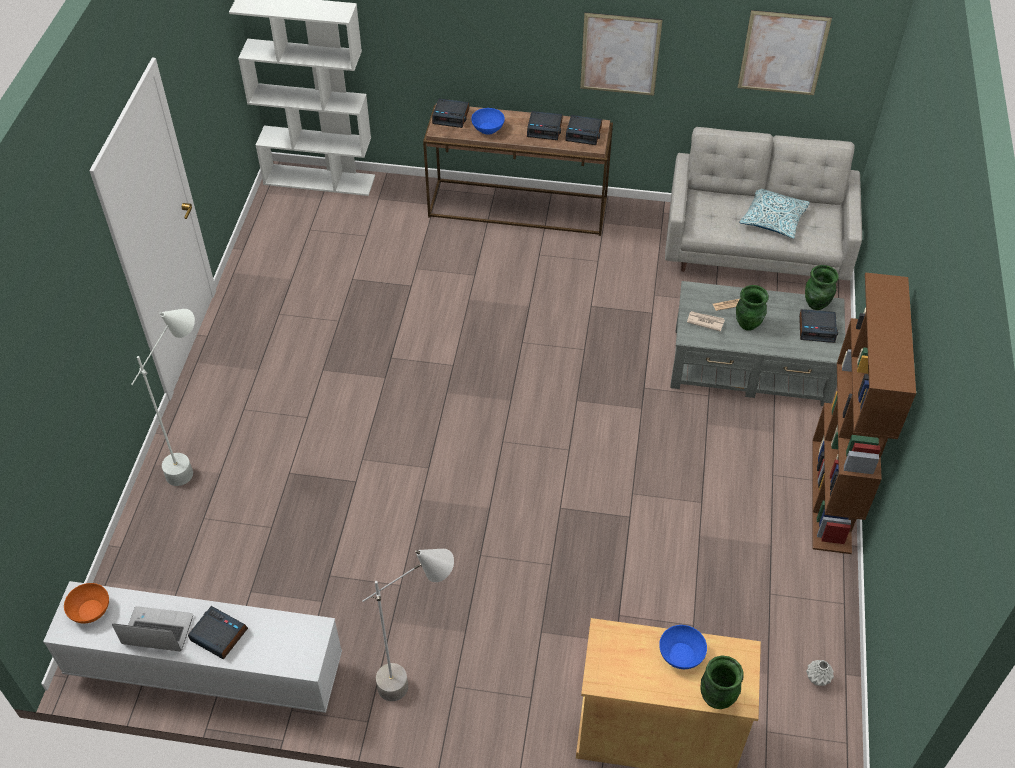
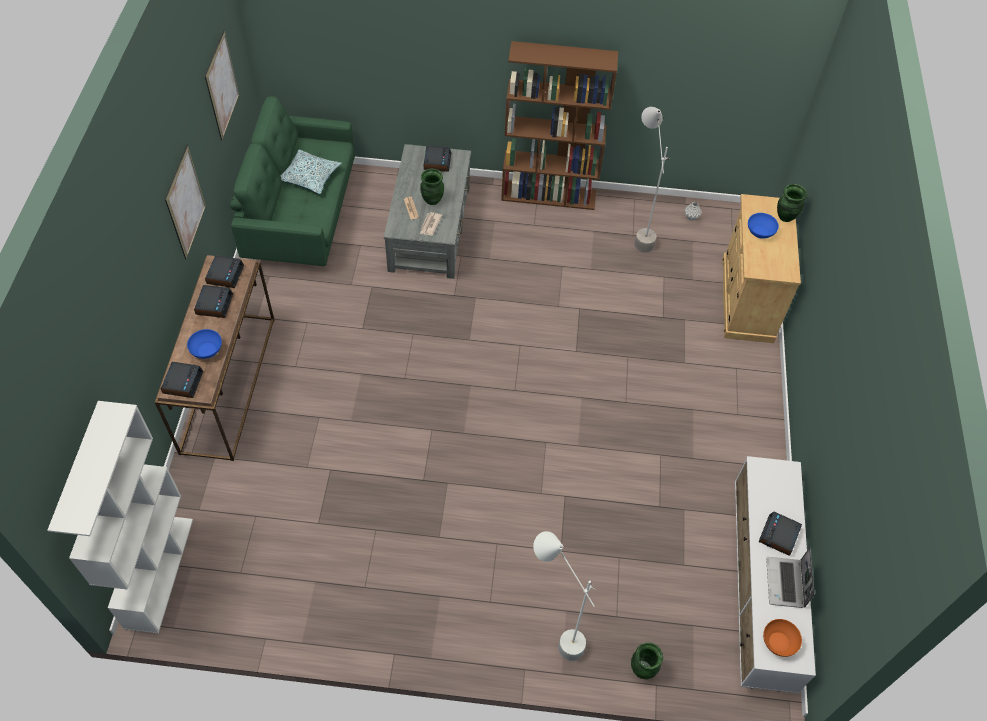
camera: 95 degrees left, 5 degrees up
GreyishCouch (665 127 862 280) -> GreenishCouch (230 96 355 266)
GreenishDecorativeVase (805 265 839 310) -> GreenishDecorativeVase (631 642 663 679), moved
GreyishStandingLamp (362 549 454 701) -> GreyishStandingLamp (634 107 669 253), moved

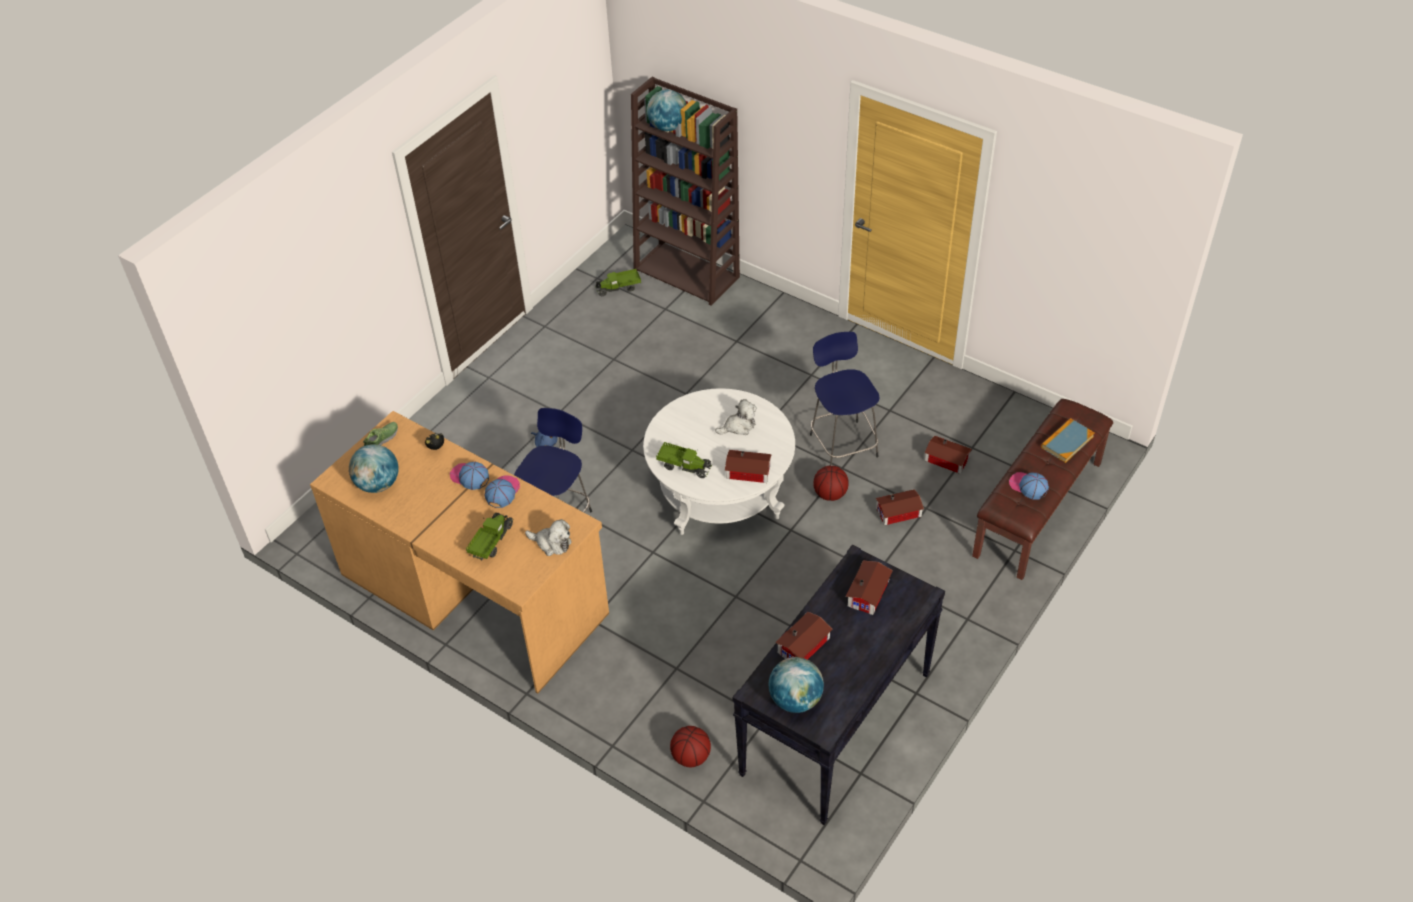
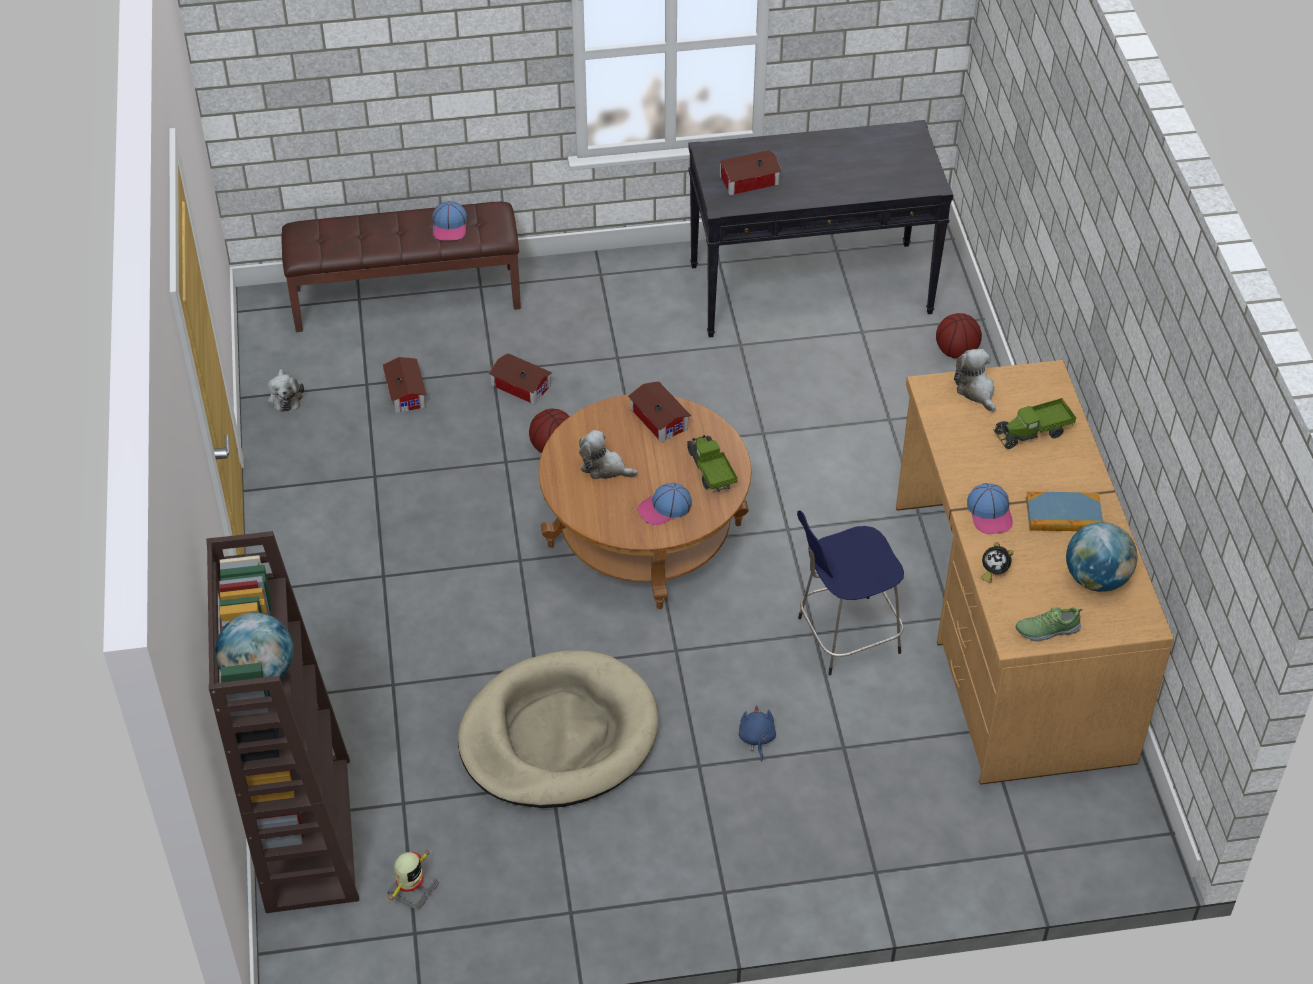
camera: 135 degrees left, 0 degrees up
ModelTruck (595 269 641 296) -> RobotFigure (386 850 439 910)
BluishSittingStool (810 332 880 466) -> none
WhiteColouredCoffeeTable (643 388 795 535) -> BrownColouredCoffeeTable (539 394 751 609)
Book (1041 418 1094 463) -> Book (1026 492 1103 531), moved
BaseballCap (485 475 520 508) -> BaseballCap (637 483 692 525), moved
ModelHouse (775 612 833 660) -> none
WorldGlobe (768 657 824 713) -> none
none -> PlushToy (267 369 304 412)
none -> BeigeColouredDogBed (458 650 658 808)

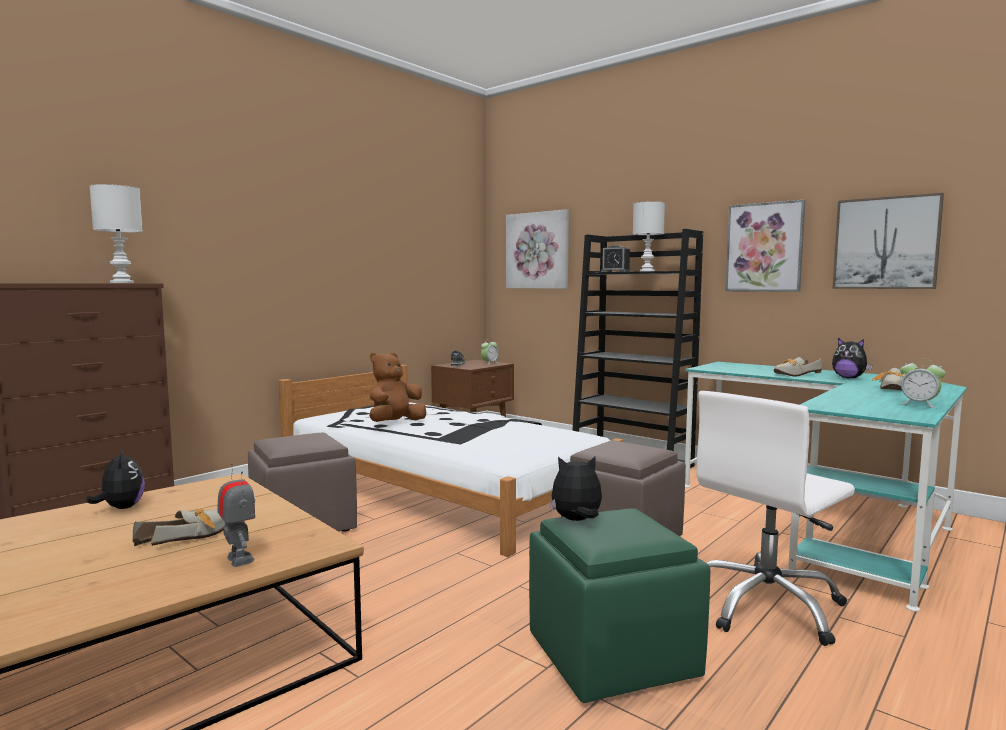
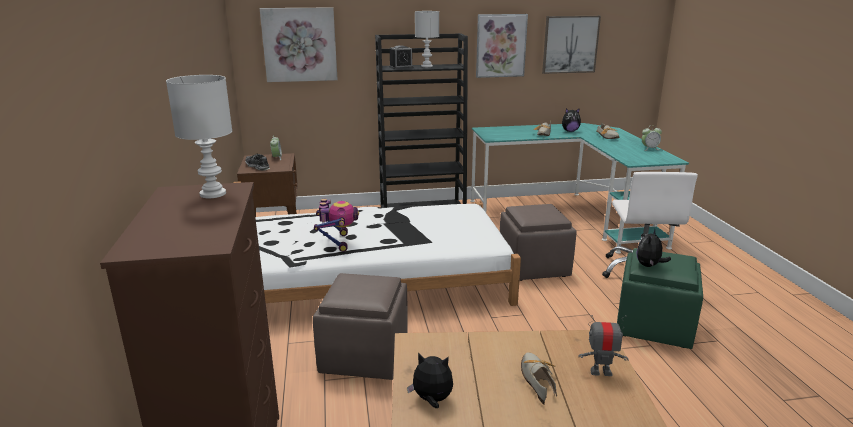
camera: 50 degrees left, 15 degrees up
BrownColouredPlushToy (369 352 426 422) -> RobotFigure (314 199 359 252)

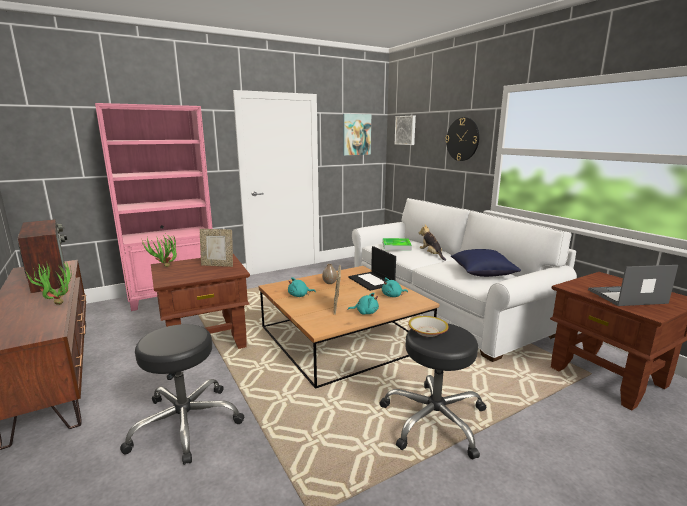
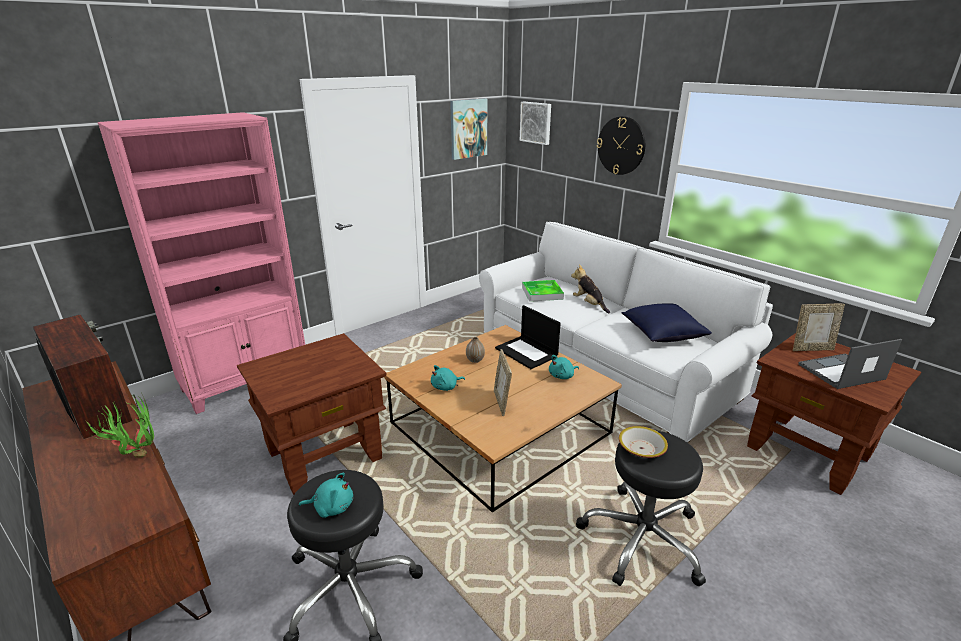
camera: 10 degrees left, 10 degrees up
PictureFrame (200 229 233 267) -> PictureFrame (793 304 845 351), moved
PlantInAPot (142 233 177 267) -> none
TurquoisePlushToy (348 293 379 314) -> TurquoisePlushToy (299 473 353 518), moved

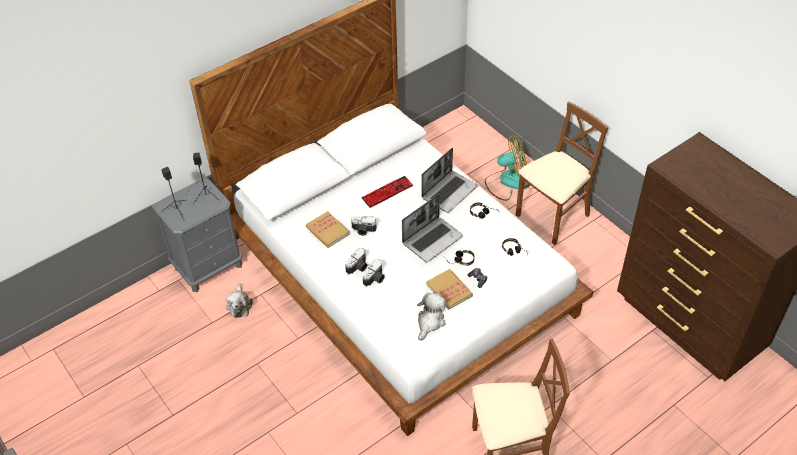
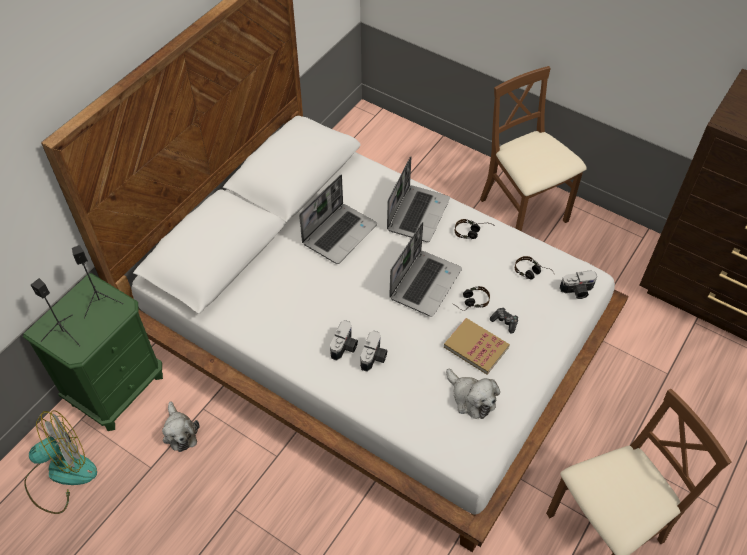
camera: 20 degrees left, 5 degrees up
BrownColouredChair (516 102 608 245) -> BrownColouredChair (480 66 587 232), 60 degrees counterclockwise
CoolingFan (485 135 529 201) -> CoolingFan (24 410 97 514), moved
ComputerKeyboard (361 176 413 208) -> Laptop (299 175 377 264)
GreyishBedsideTable (152 177 243 292) -> GreenishBedsideTable (23 273 163 431)
Book (306 211 350 248) -> none
PhotoCamera (351 216 377 236) -> PhotoCamera (560 270 597 299), moved
PlushToy (417 292 446 341) -> PlushToy (446 369 500 419), 135 degrees clockwise

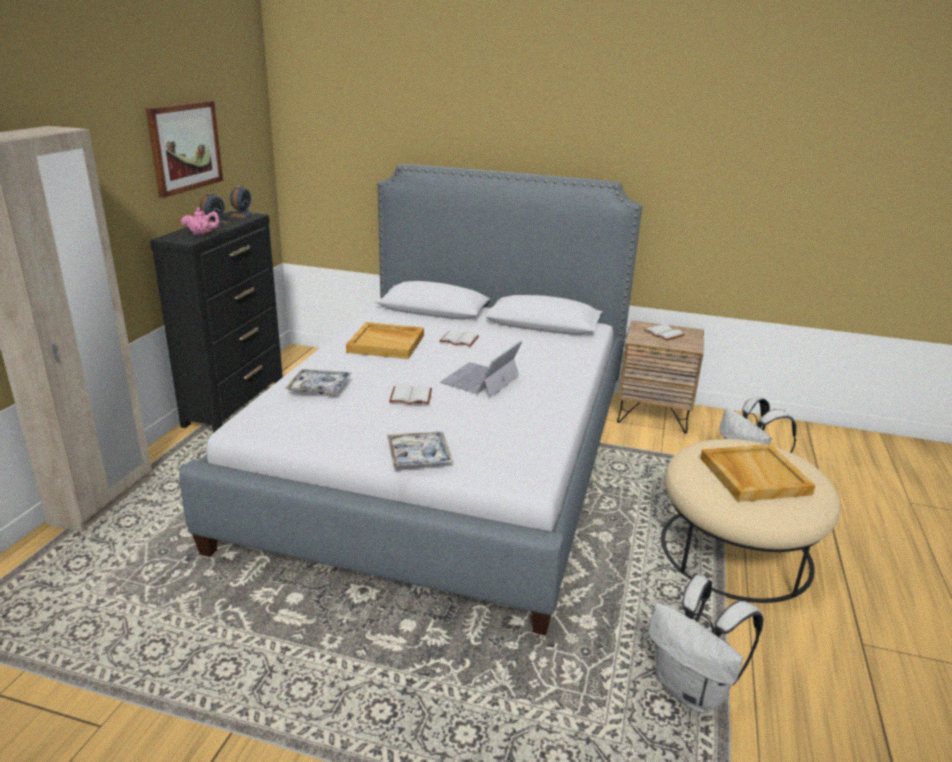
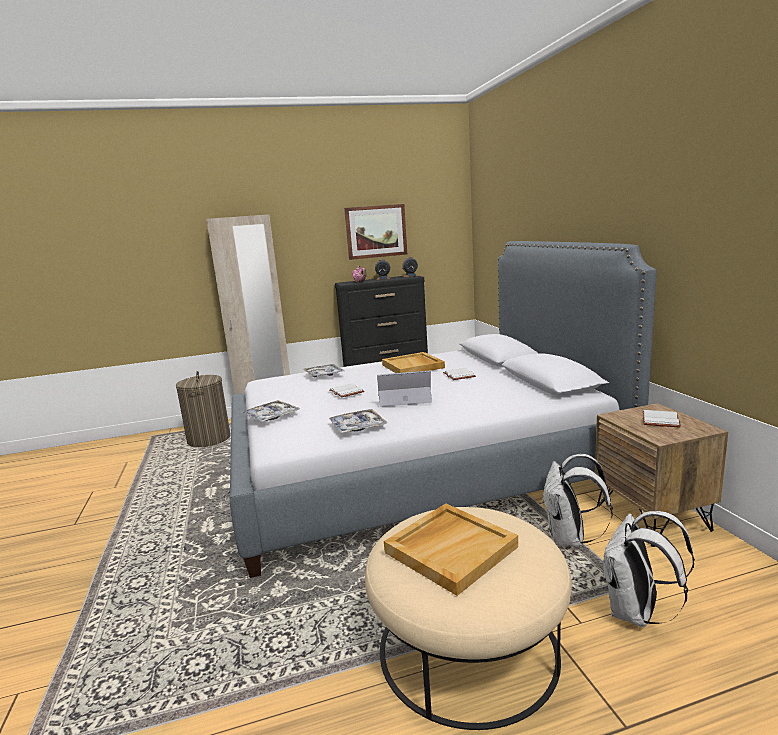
camera: 60 degrees right, 10 degrees down
WhiteColouredBackpack (649 575 763 714) -> WhiteColouredBackpack (542 454 613 548), moved
none -> WashingBasket (176 371 231 447)
none -> Tray (329 409 387 433)

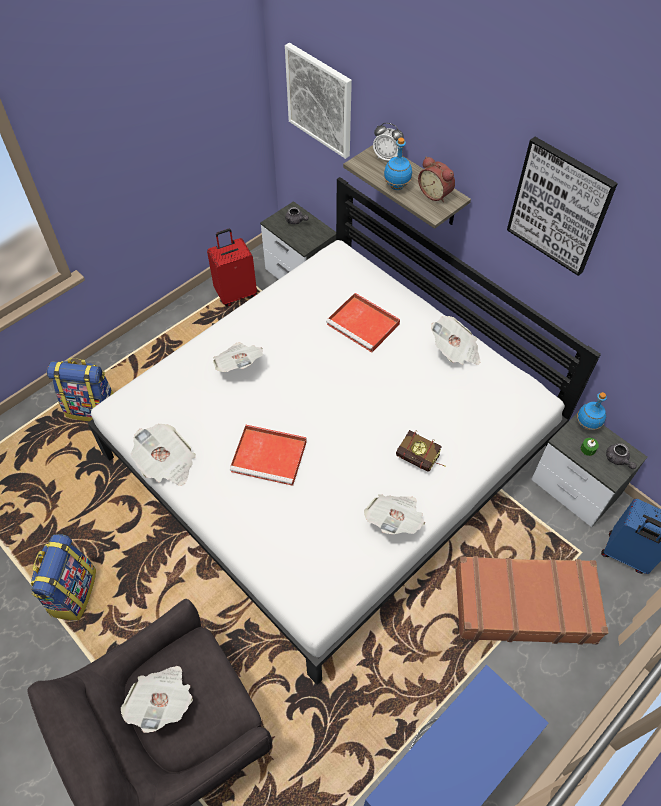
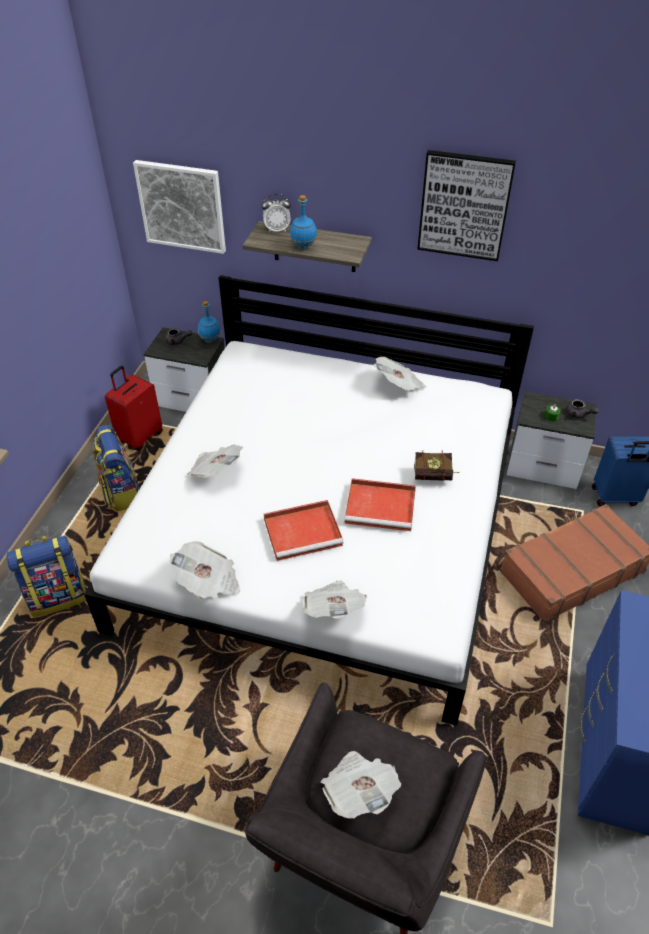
camera: 30 degrees left, 10 degrees down
BedsideClock (418 157 455 203) -> none
RedColouredTray (326 293 400 352) -> RedColouredTray (345 478 416 531), moved
BluishDrinkBottle (577 392 607 430) -> BluishDrinkBottle (198 301 221 343), moved
Newspaper (364 494 425 534) -> Newspaper (303 581 367 619), moved
Backpack (31 534 96 620) -> Backpack (93 425 140 512), moved

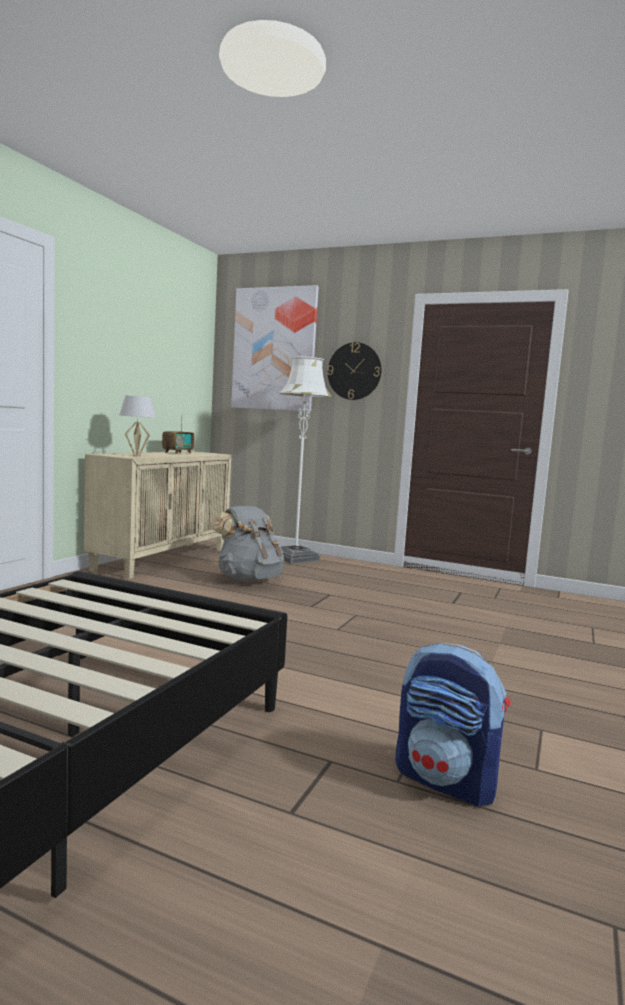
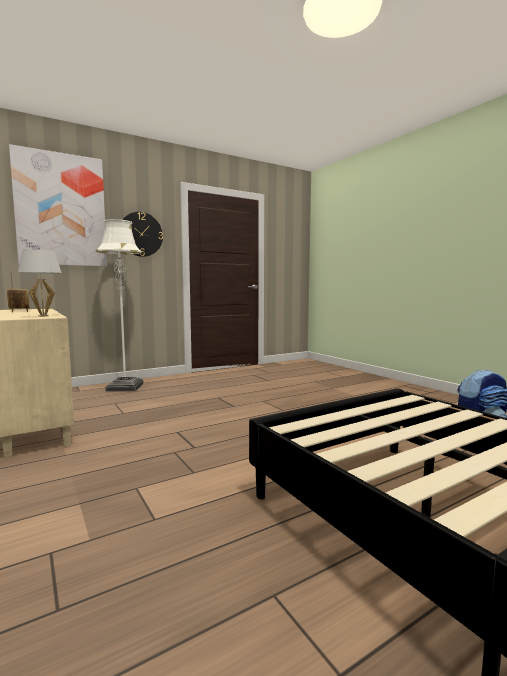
camera: 55 degrees left, 0 degrees up
GreyishBackpack (211 506 284 581) -> none

